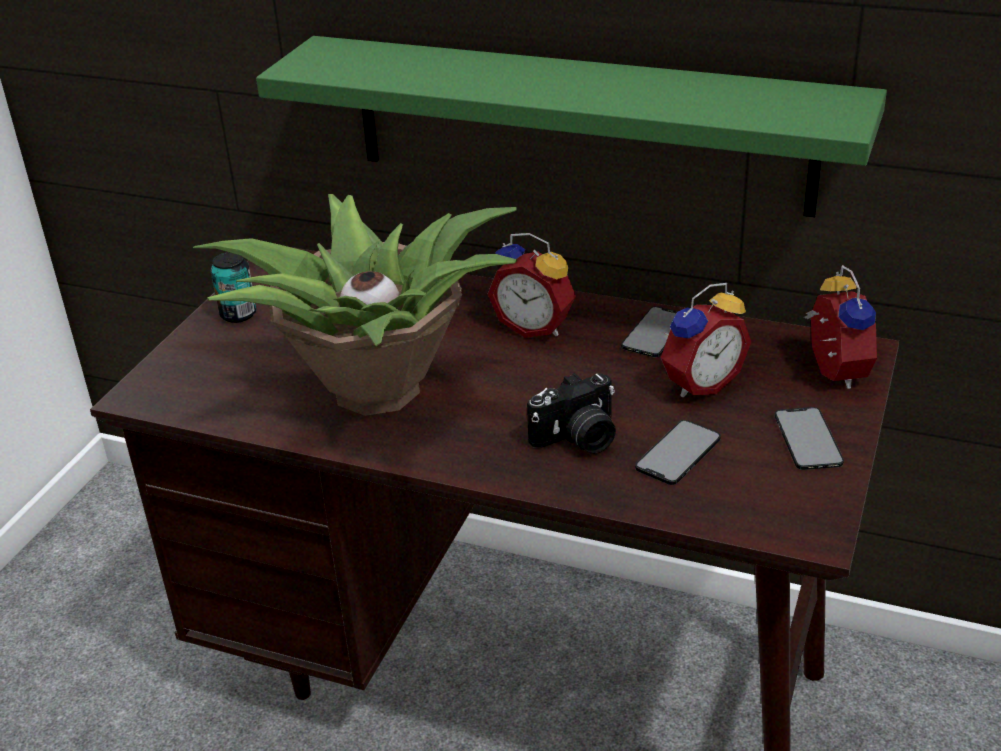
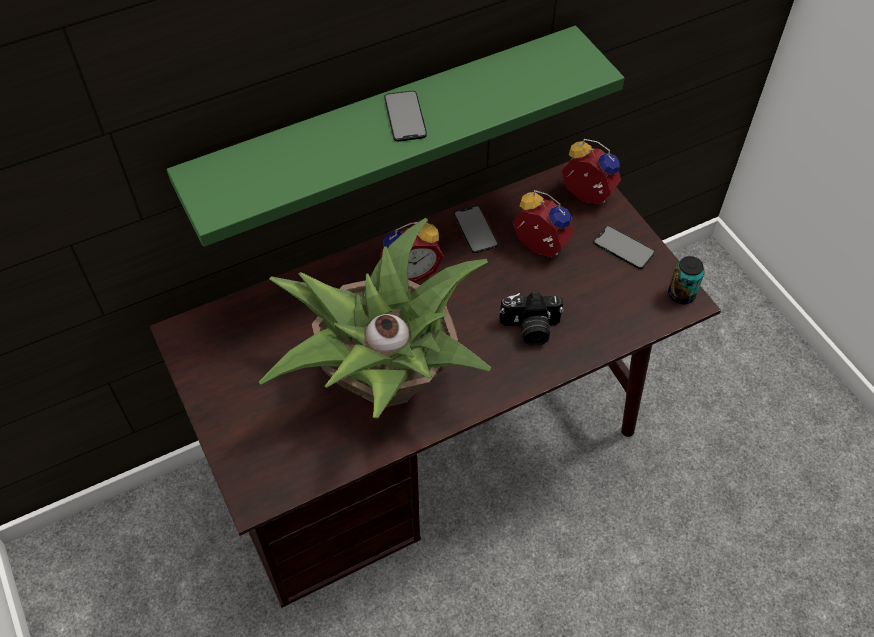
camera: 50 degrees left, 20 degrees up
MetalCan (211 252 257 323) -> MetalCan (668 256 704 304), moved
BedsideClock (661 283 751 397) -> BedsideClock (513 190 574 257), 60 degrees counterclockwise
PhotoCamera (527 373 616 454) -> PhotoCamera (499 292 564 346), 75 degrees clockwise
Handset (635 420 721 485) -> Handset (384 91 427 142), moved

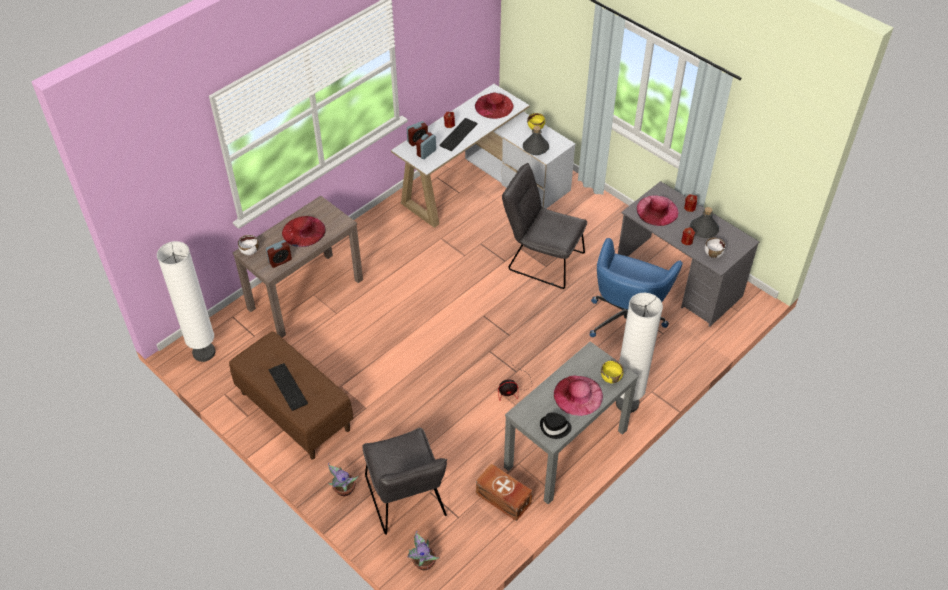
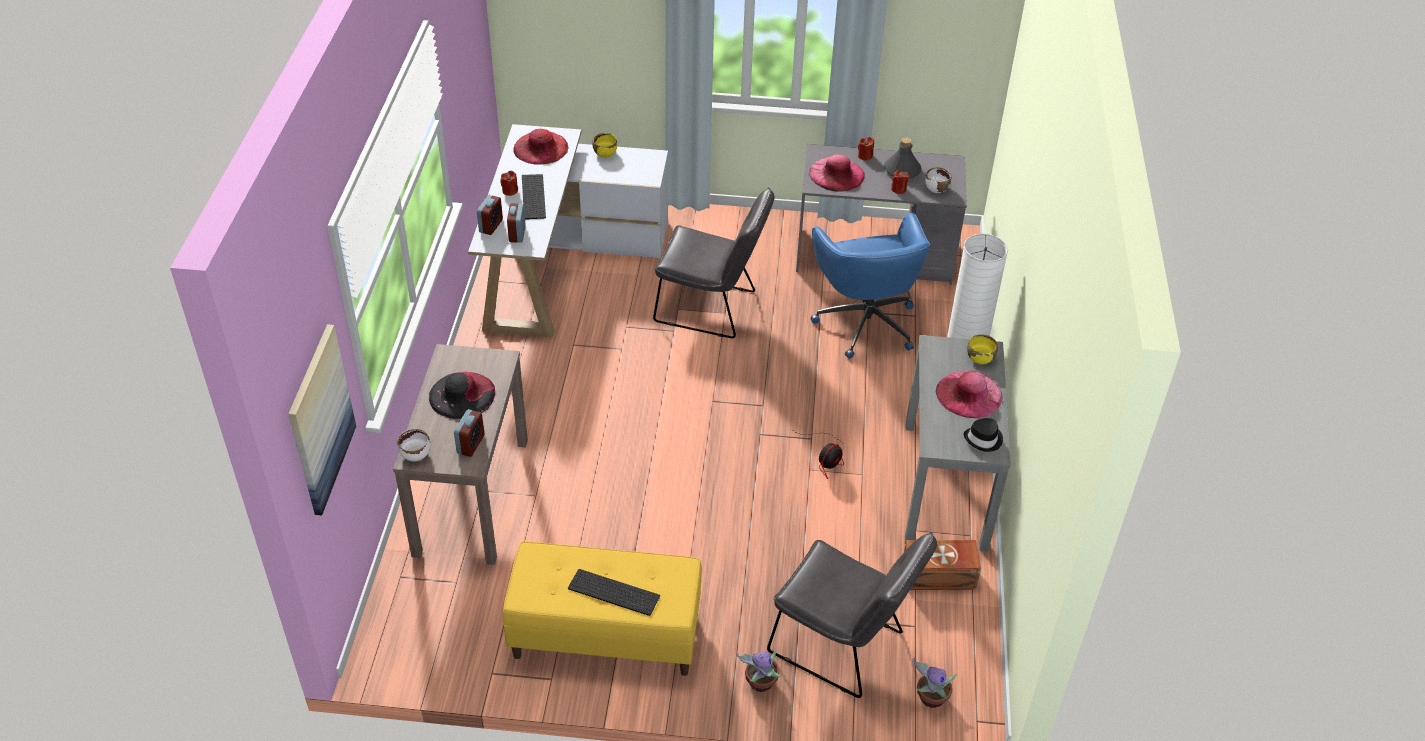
camera: 40 degrees left, 5 degrees down
GreyishDrinkBottle (523 126 549 155) -> none
GreyishChair (502 163 587 289) -> GreyishChair (653 188 774 338), 150 degrees counterclockwise
RedColouredWearableHat (282 216 326 247) -> BlackWearableHat (429 372 495 419)
WhiteColouredStandingLamp (157 241 215 362) -> none
BrownColouredLongSeat (229 331 353 460) -> YellowLongSeat (503 542 702 676)
none -> WallPicture (288 324 356 515)

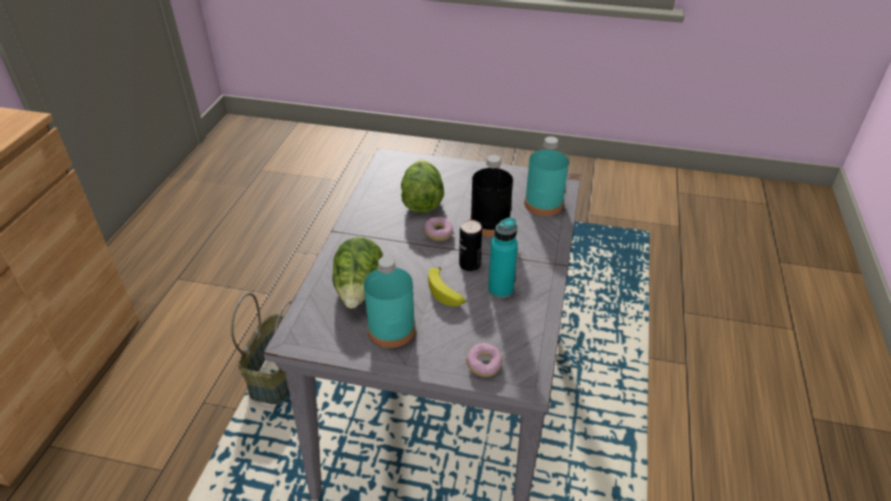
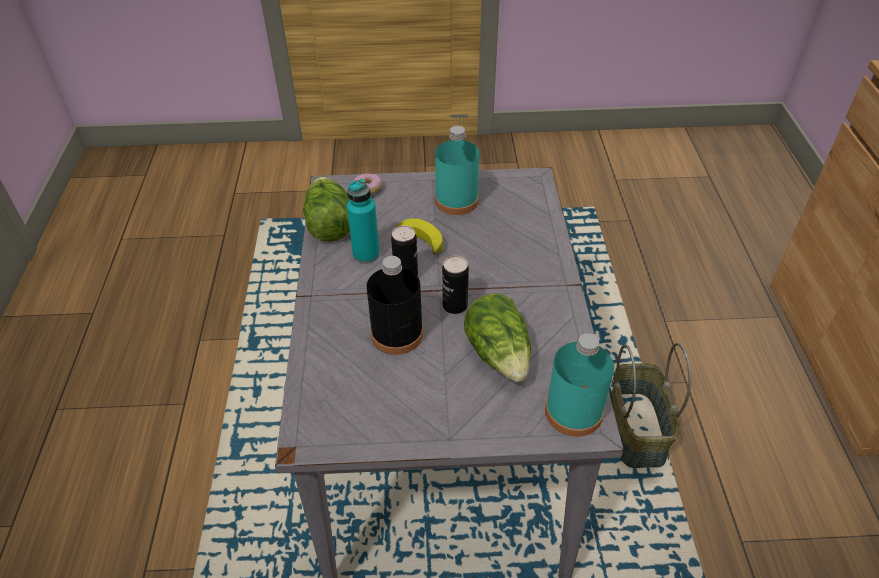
camera: 165 degrees right, 5 degrees up
TurquoiseDrinkBottle (525 137 569 216) -> TurquoiseDrinkBottle (545 333 614 437), moved
Donut (424 217 453 241) -> MetalCan (442 256 469 314)
HeadOfLettuce (332 237 383 308) -> HeadOfLettuce (303 177 350 242), moved

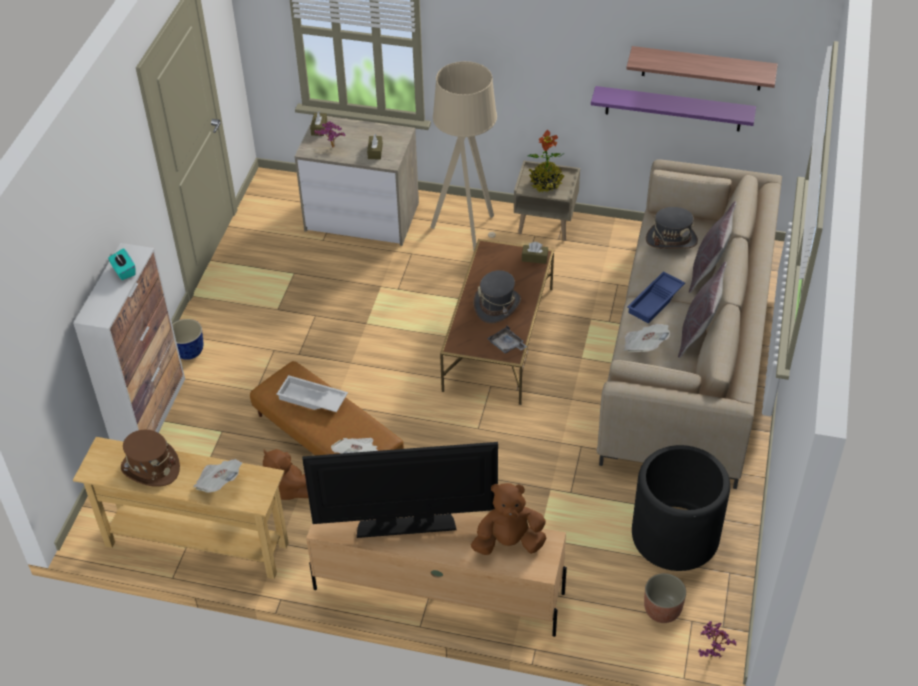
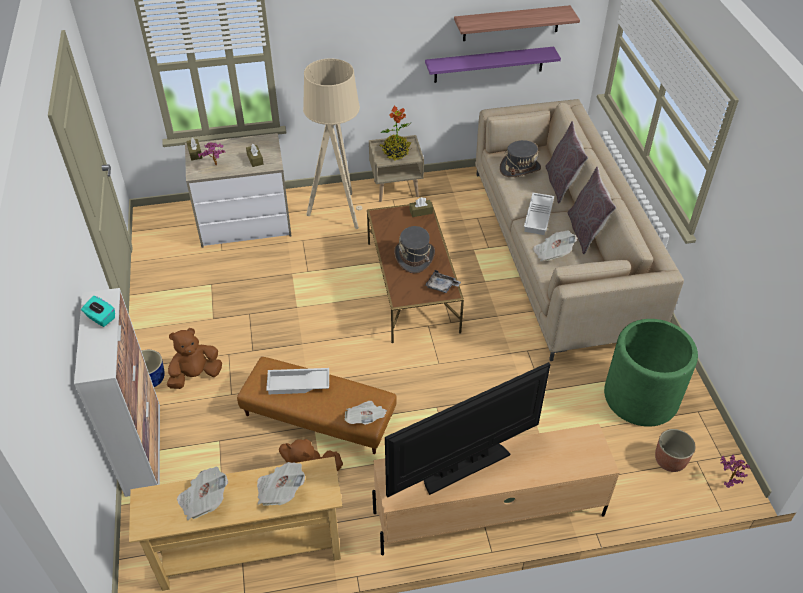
camera: 25 degrees left, 0 degrees up
BluishTray (627 271 685 323) -> WhiteColouredTray (524 193 554 235)
BrownColouredWearableHat (121 430 180 487) -> Newspaper (177 467 228 520)
BlackFlowerPot (632 445 730 571) -> GreenishFlowerPot (604 319 698 427)
BrownColouredPlushToy (471 483 546 555) -> BrownColouredPlushToy (167 328 222 389), moved

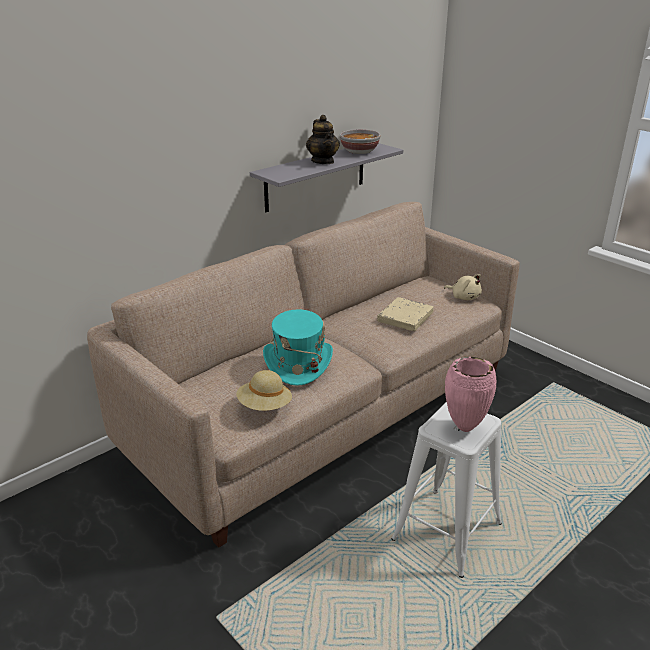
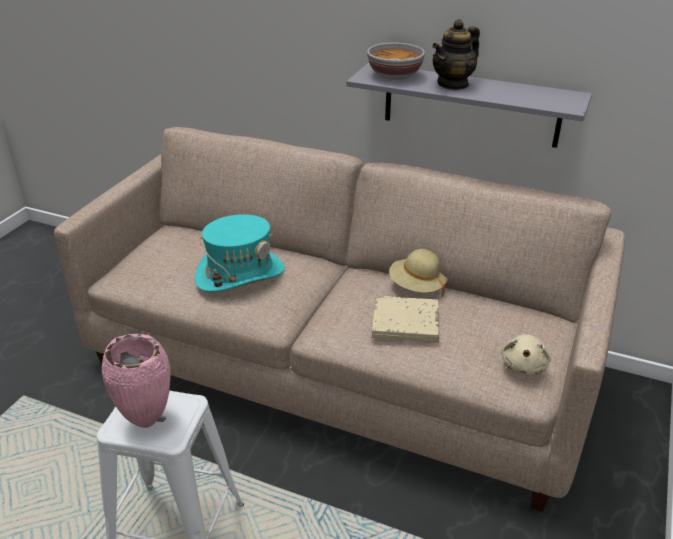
camera: 65 degrees right, 5 degrees up
DeepDish (340 129 380 154) -> DeepDish (367 43 425 80), moved
BeigeColouredWearableHat (236 370 292 411) -> BeigeColouredWearableHat (389 249 448 297), moved

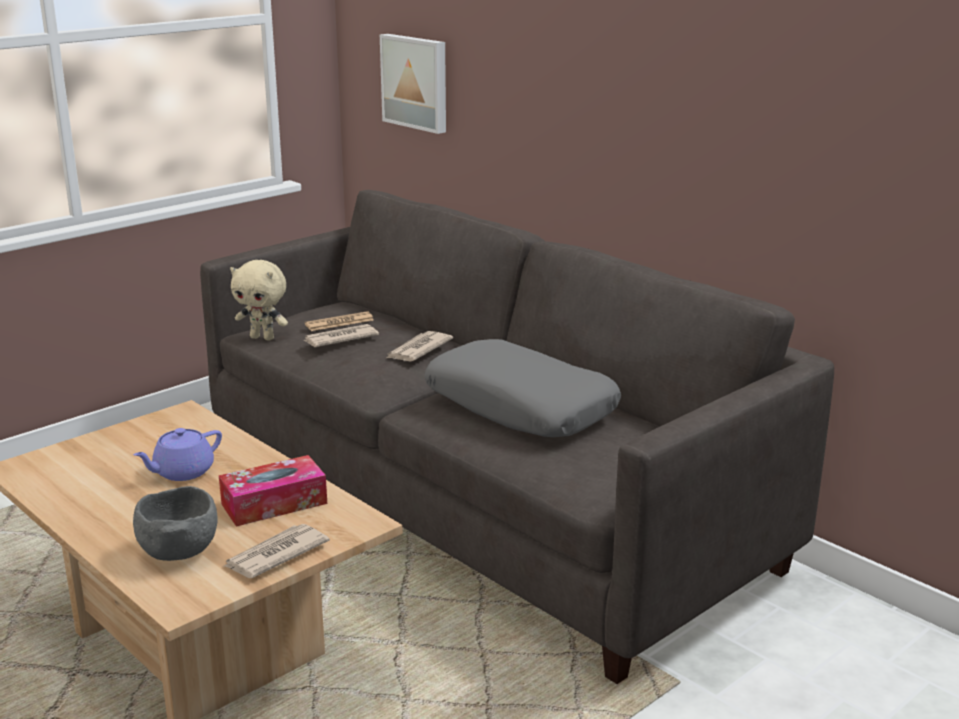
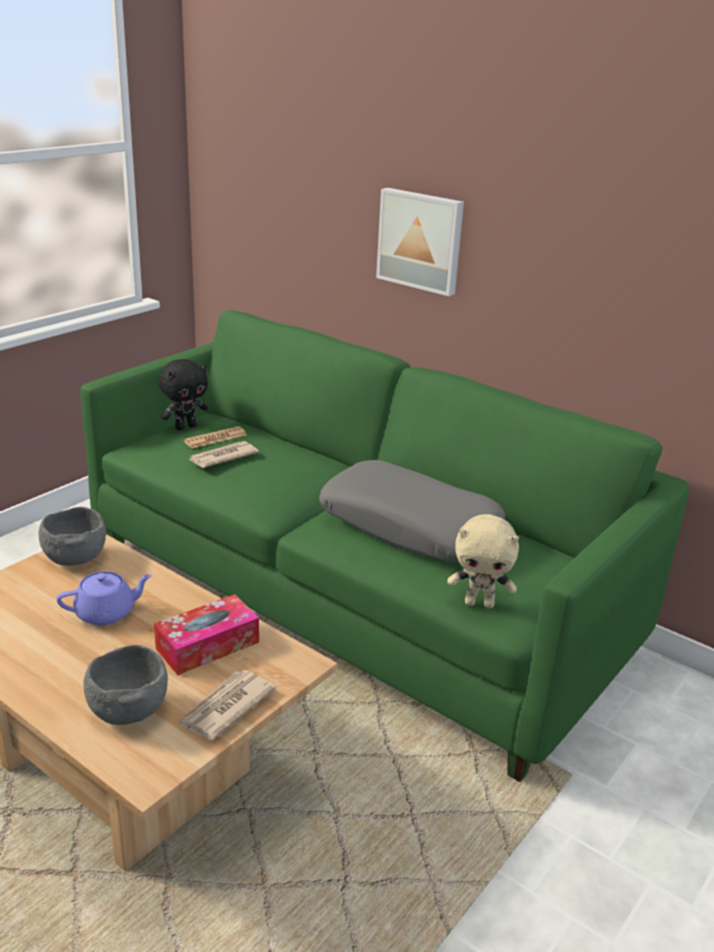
camera: 10 degrees left, 5 degrees up
WallPicture (380 34 446 134) -> WallPicture (376 188 464 296), moved
GreyishCouch (200 190 834 684) -> GreenishCouch (80 310 689 782)
BeigeColouredPlushToy (230 260 288 340) -> BeigeColouredPlushToy (447 514 519 608), moved
Newspaper (387 331 453 361) -> none
PurpleColouredTeapot (133 428 222 481) -> PurpleColouredTeapot (56 572 153 625), 150 degrees counterclockwise
none -> BlackPlushToy (159 359 208 431)
none -> GreyishDeepDish (39 507 106 566)

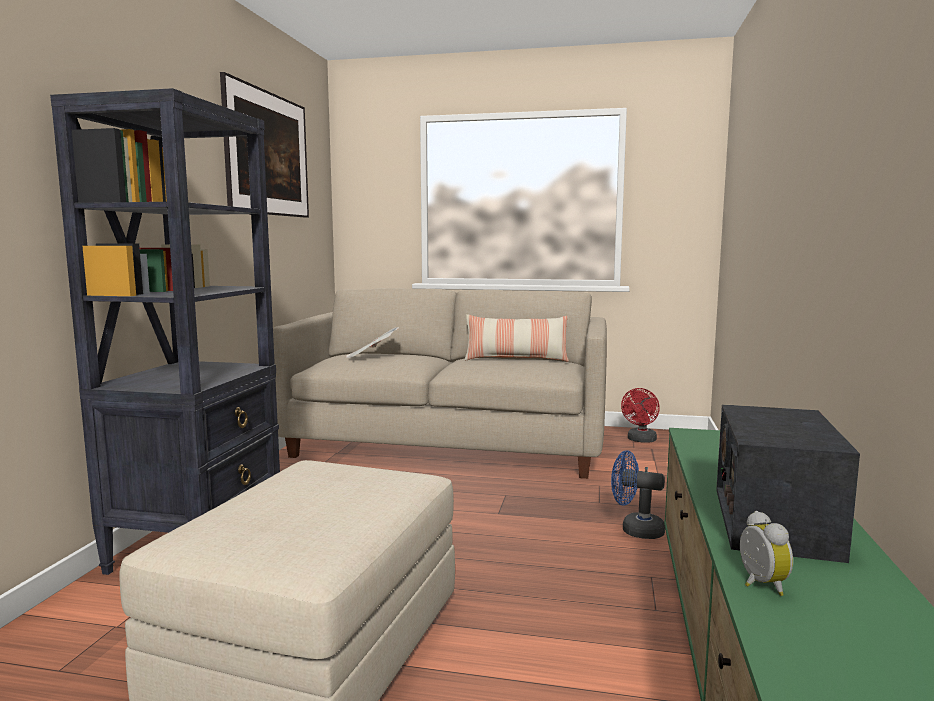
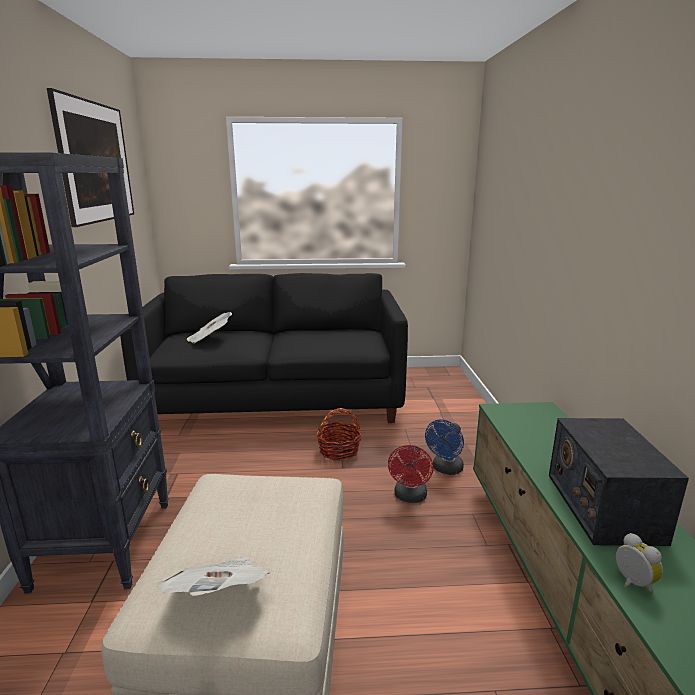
camera: 15 degrees left, 10 degrees up
BeigeColouredCouch (273 288 607 479) -> BlackCouch (120 273 408 423)
ThrowPillow (464 314 569 362) -> none
RedColouredCoolingFan (621 388 660 443) -> RedColouredCoolingFan (388 445 433 503), moved
BluishCoolingFan (611 450 665 539) -> BluishCoolingFan (425 419 464 475), 60 degrees counterclockwise
none -> HouseholdBasket (317 408 362 461)
none -> Newspaper (157 557 270 596)

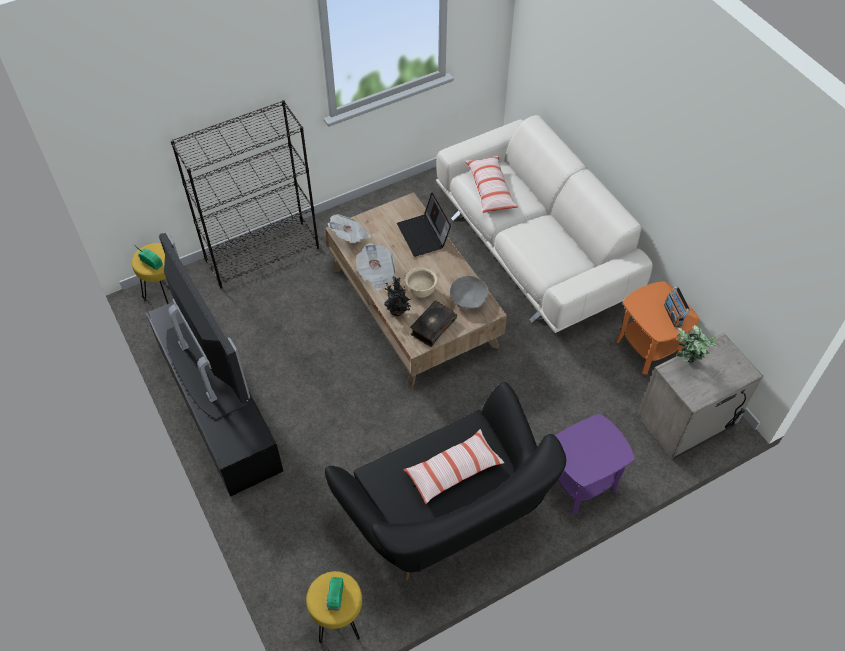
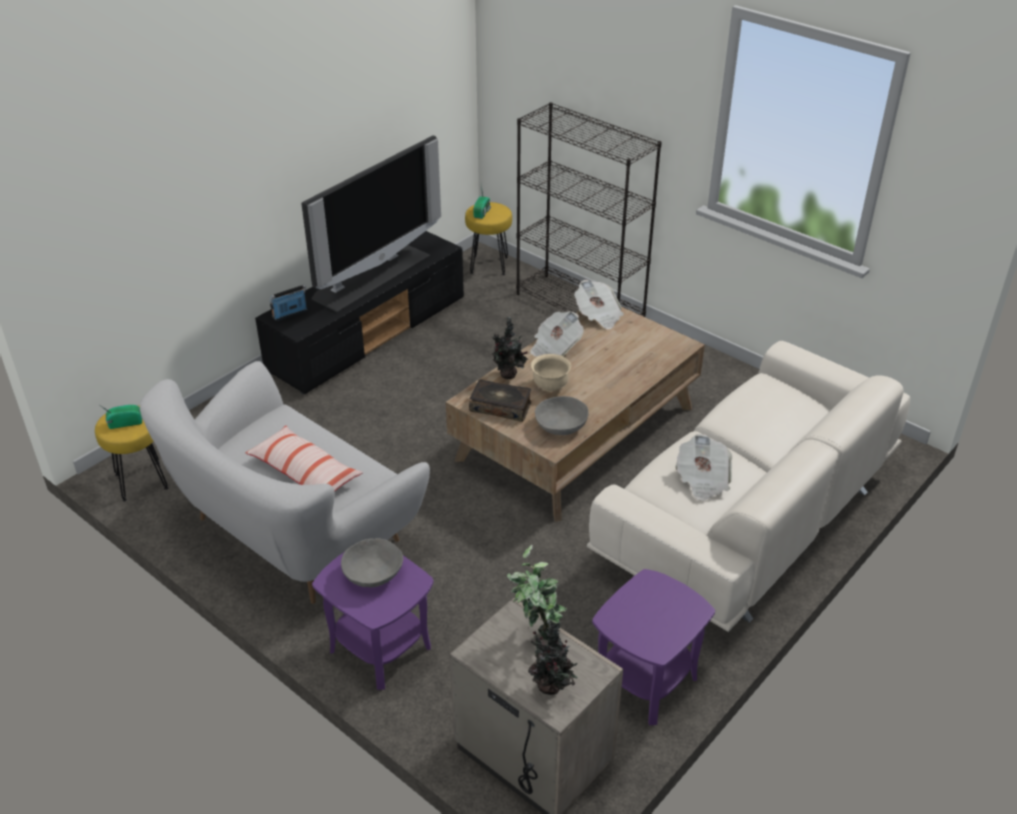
camera: 70 degrees right, 15 degrees down
ThrowPillow (465 156 518 213) -> none
Laptop (397 192 451 257) -> none
OrangeSideTable (616 281 700 375) -> PurpleColouredSideTable (592 569 715 725)
RadioSet (664 286 690 327) -> RadioSet (270 285 307 321), moved
BlackCouch (325 382 566 580) -> WhiteColouredCouch (140 361 430 604)
none -> Newspaper (675 434 732 501)
none -> GreyishDeepDish (341 538 404 587)
none -> PlantInAPot (528 619 578 695)

